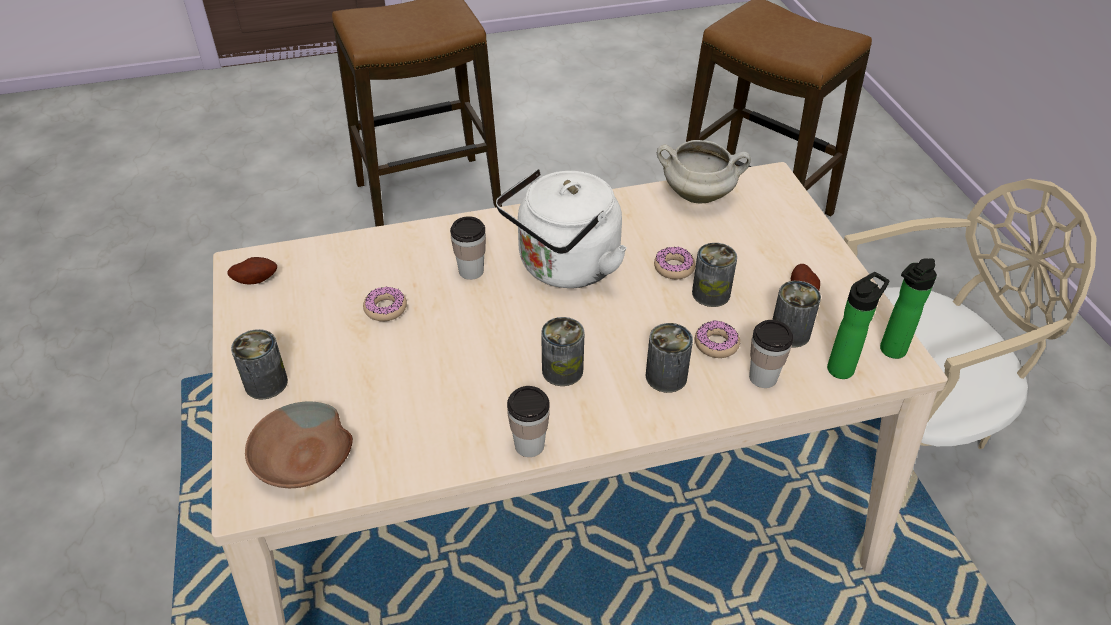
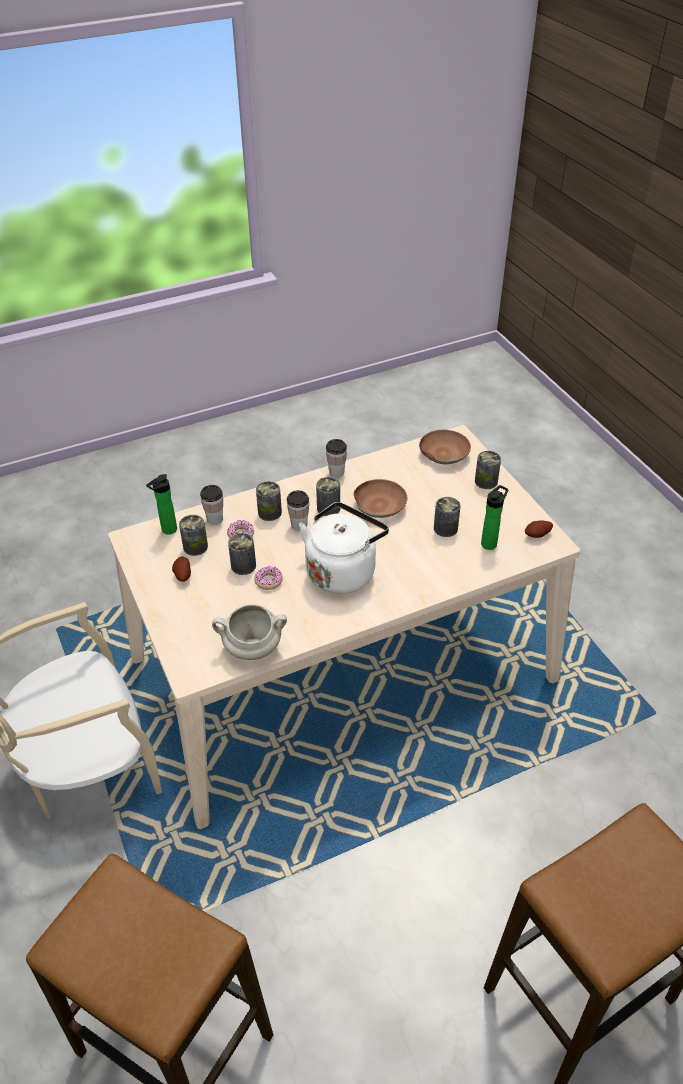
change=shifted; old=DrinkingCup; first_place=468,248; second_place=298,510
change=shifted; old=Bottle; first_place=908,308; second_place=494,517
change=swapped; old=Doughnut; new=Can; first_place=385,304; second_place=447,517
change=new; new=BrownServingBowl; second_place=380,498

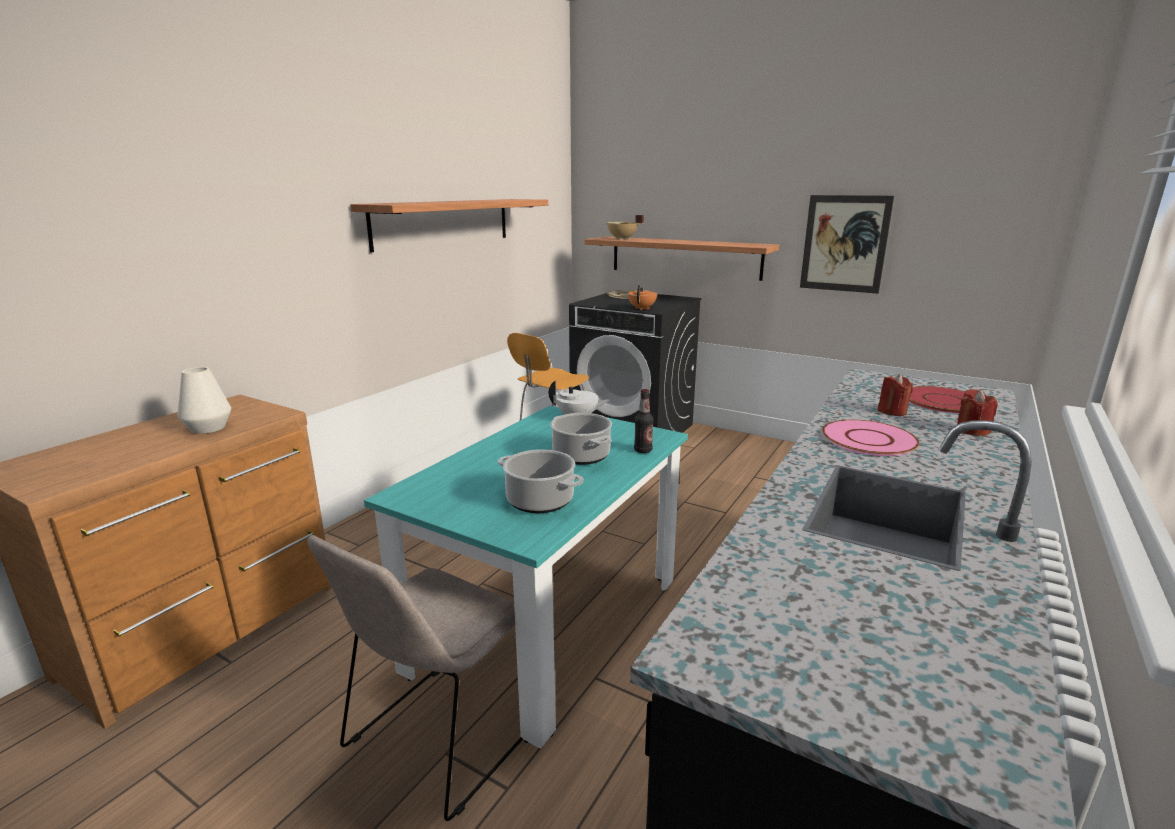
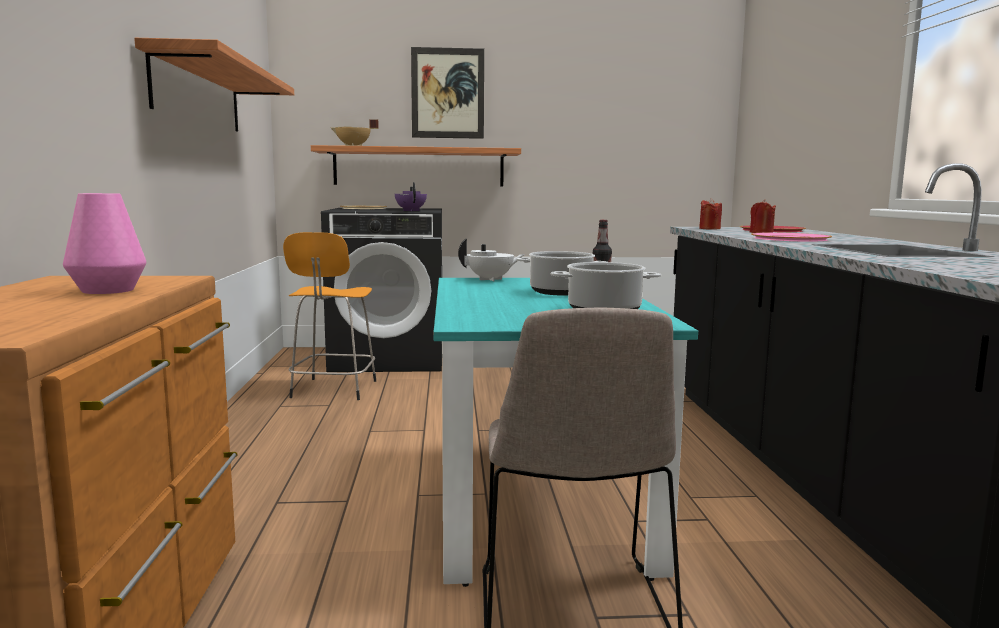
change=shifted; old=WallArt; first_place=847,244; second_place=447,93
change=repainted; old=OrangeTeaPot; new=PurpleColouredTeaPot; first_place=642,297; second_place=411,196
change=repainted; old=WhitishFlowerVase; new=PinkColouredFlowerVase; first_place=204,400; second_place=104,243
change=shifted; old=RedColouredWaxCandle; first_place=977,412; second_place=710,214

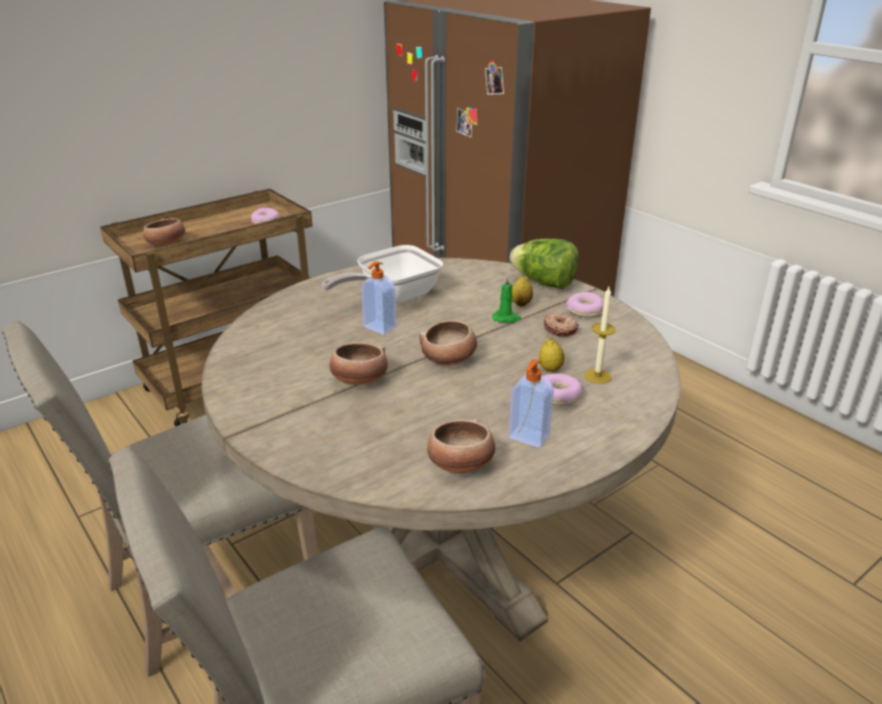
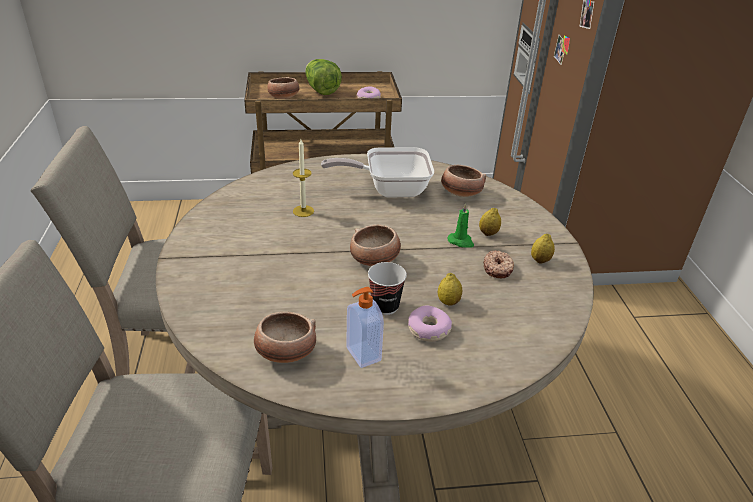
change=shifted; old=Lettuce; first_place=544,264; second_place=323,77
change=gone; old=SoapBottle; first_place=379,298
change=shifted; old=WaxCandle; first_place=600,335; second_place=303,178
change=swapped; old=Doughnut; new=WholeLemon; first_place=585,304; second_place=543,249
change=shifted; old=ServingBowl; first_place=358,363; second_place=463,181
change=new; new=DrinkingCup; second_place=387,288

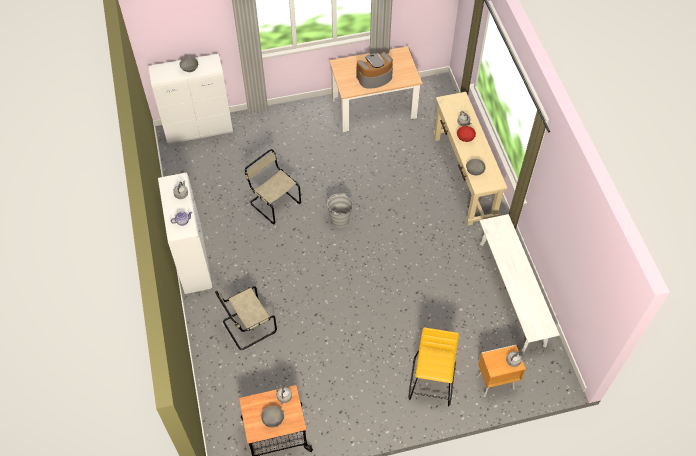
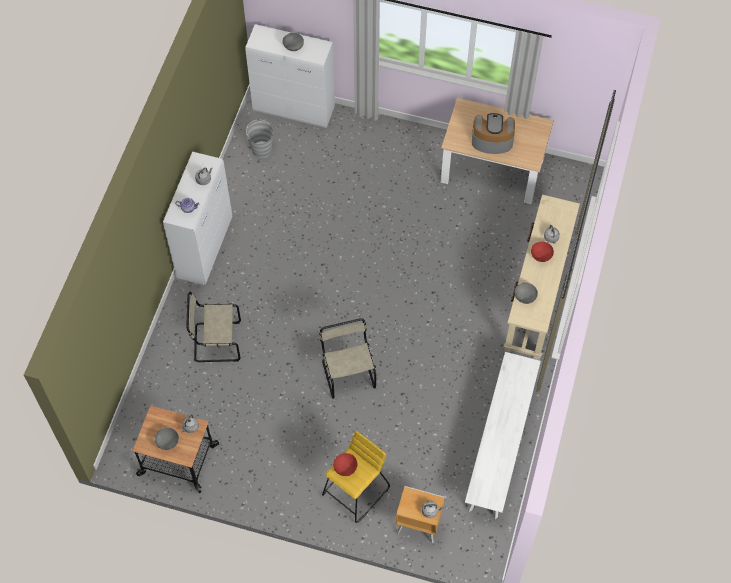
change=shifted; old=BeigeColouredPlainChair; first_place=273,187; second_place=347,358
change=shifted; old=GreyishBucket; first_place=339,210; second_place=260,139
change=new; new=RedColouredServingBowl; second_place=345,464

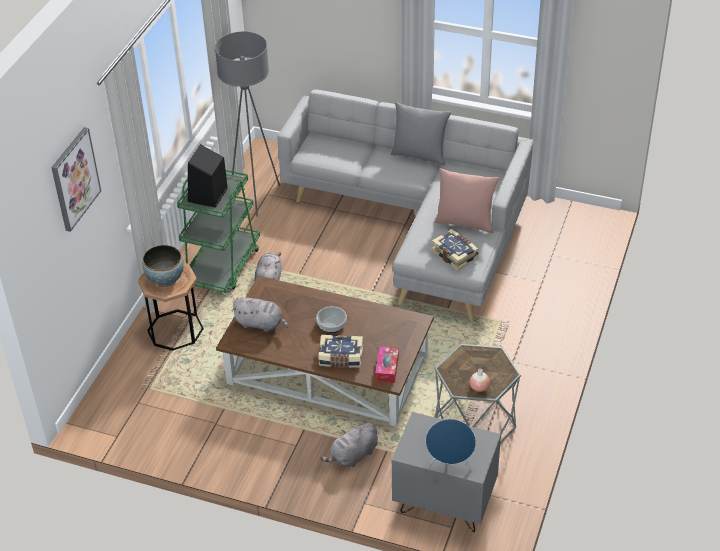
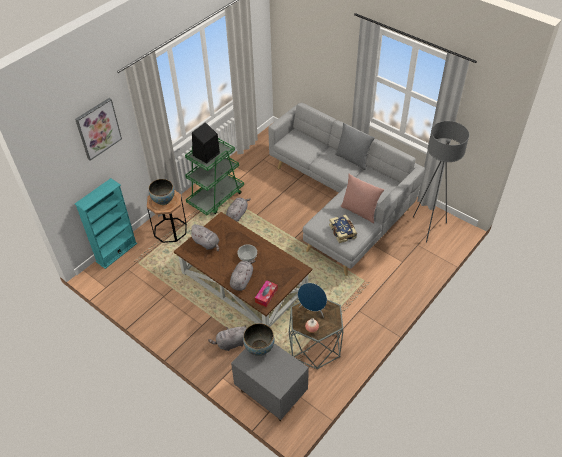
change=shifted; old=GreyishStandardLamp; first_place=247,124; second_place=441,182
change=swapped; old=BoundBook; new=GreyishCuddlyToy; first_place=340,351; second_place=242,275
change=shifted; old=BlueColouredLoudspeaker; first_place=451,445; second_place=312,300
change=new; new=BlueGreenShelvingUnit; second_place=106,223
change=new; new=ServingBowl; second_place=259,339

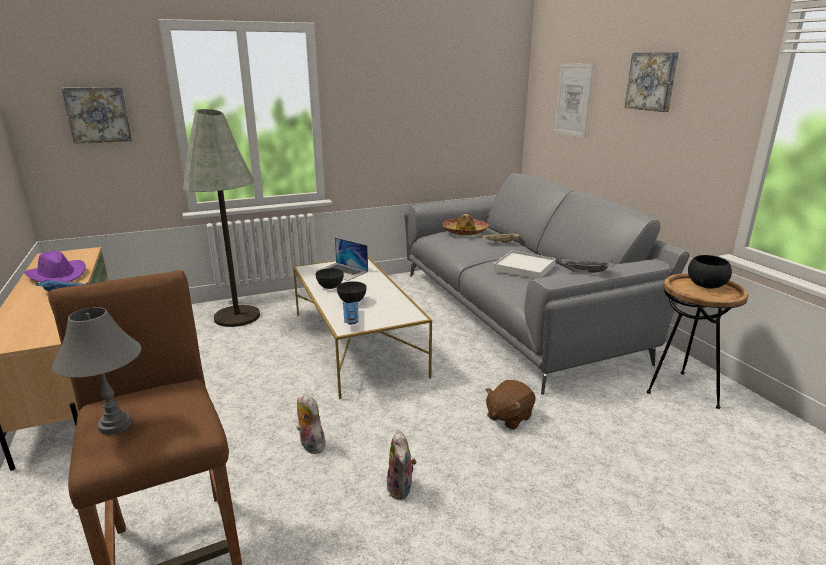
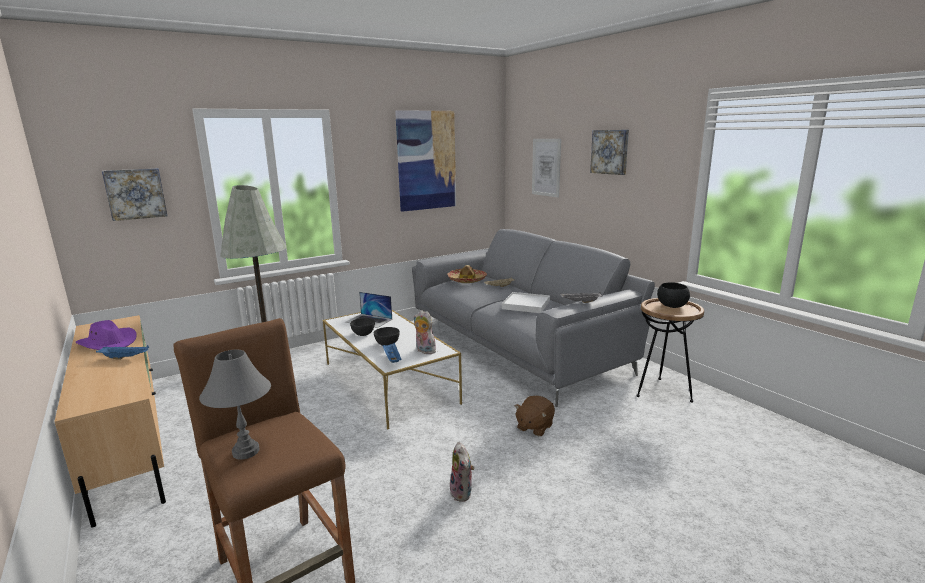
change=shifted; old=CuddlyToy; first_place=310,424; second_place=425,332
change=new; new=WallArt; second_place=425,161

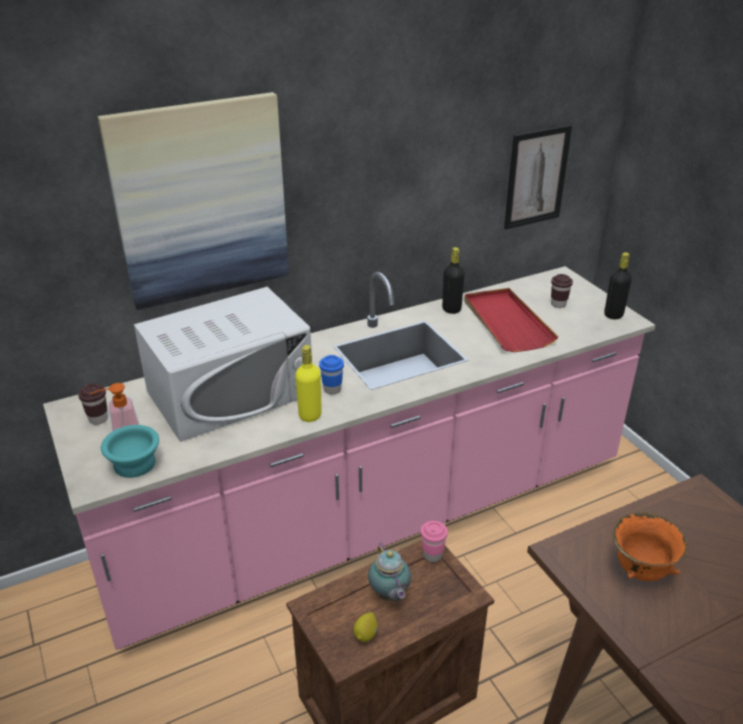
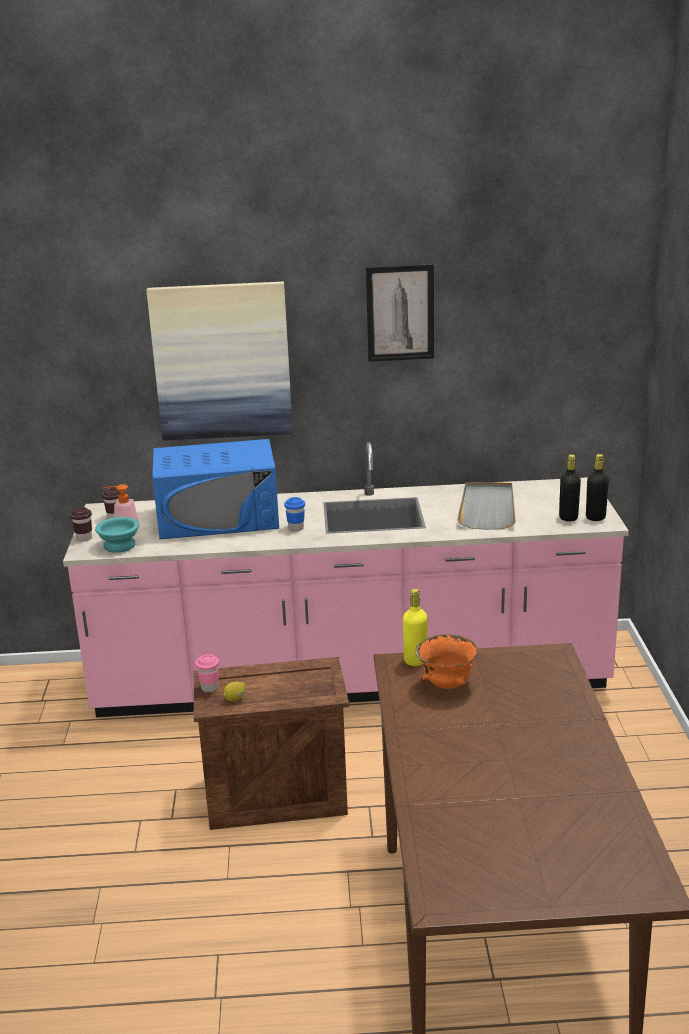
change=shifted; old=WallArt; first_place=538,177; second_place=400,313
change=shifted; old=BlackColouredBottle; first_place=453,280; second_place=570,487
change=shifted; old=BrownDrinkingCup; first_place=562,291; second_place=81,524
change=repainted; old=WhitishKitchenMicrowave; new=BlueColouredKitchenMicrowave; first_place=222,364; second_place=215,489
change=repainted; old=RedColouredTray; new=GreyishTray; first_place=511,320; second_place=486,506
change=shifted; old=YellowBottle; first_place=308,383; second_place=415,627
change=shifted; old=PinkColouredDrinkingCup; first_place=434,541; second_place=207,673
change=gone; old=TeaPot; first_place=389,571

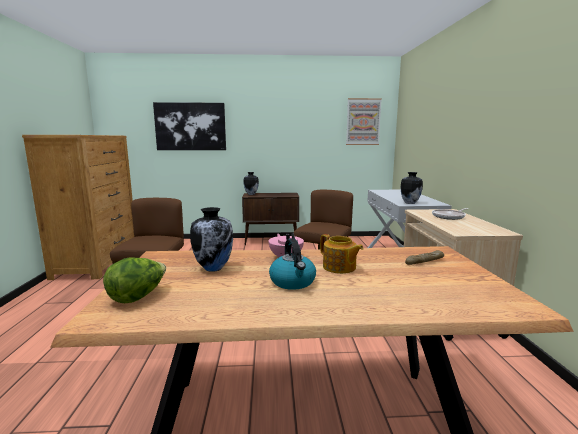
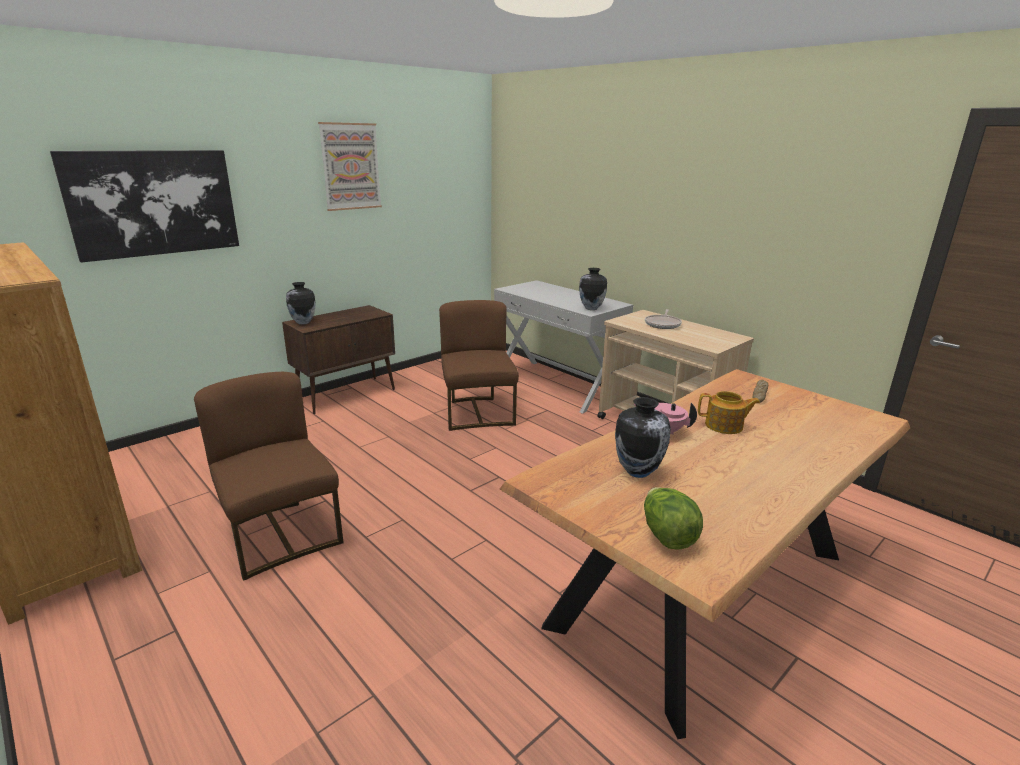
change=shifted; old=WallArt; first_place=364,121; second_place=350,166
change=gone; old=WaterKettle; first_place=292,264

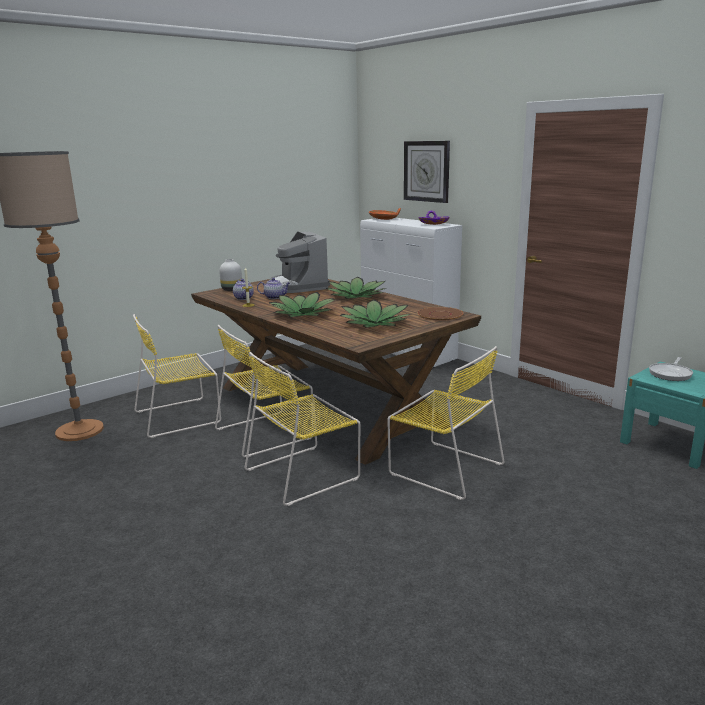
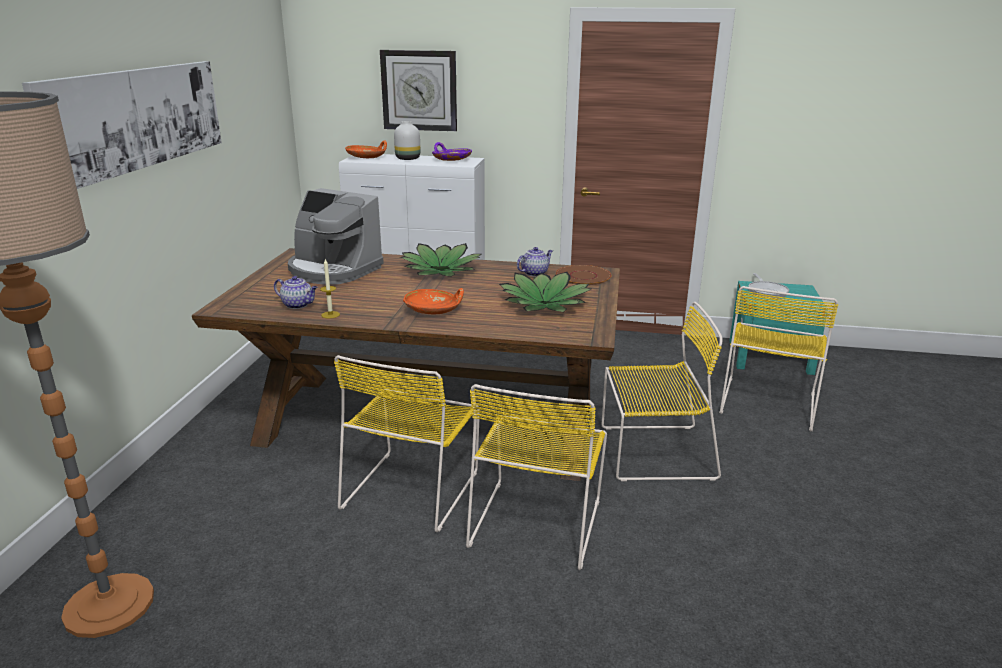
change=shifted; old=WhitishFlowerVase; first_place=230,275; second_place=407,140
change=shifted; old=TeaPot; first_place=273,288; second_place=535,261
change=swapped; old=PlantInAPot; new=OrangeServingBowl; first_place=302,304; second_place=433,301
change=shifted; old=YellowPlainChair; first_place=177,376; second_place=778,358
change=new; new=WallArt; second_place=122,125

